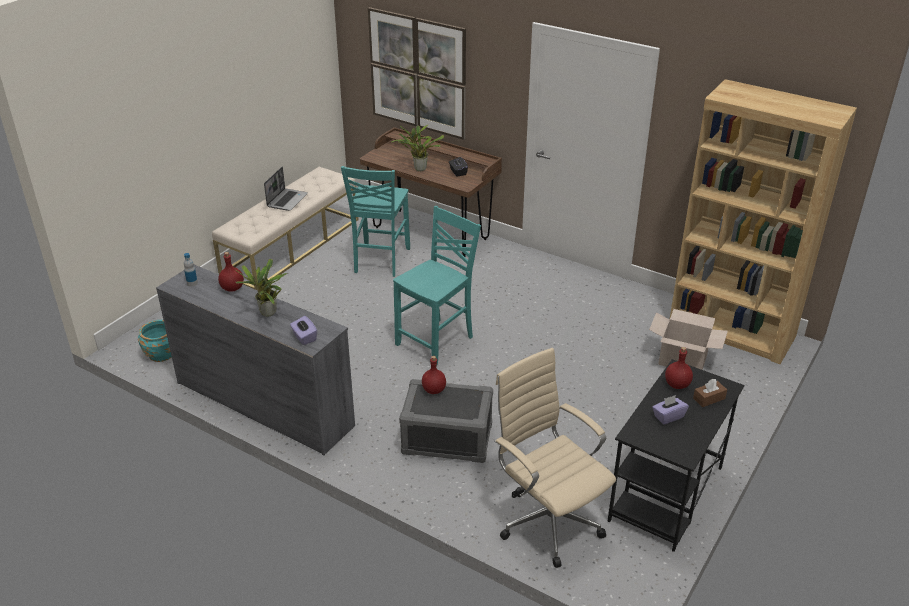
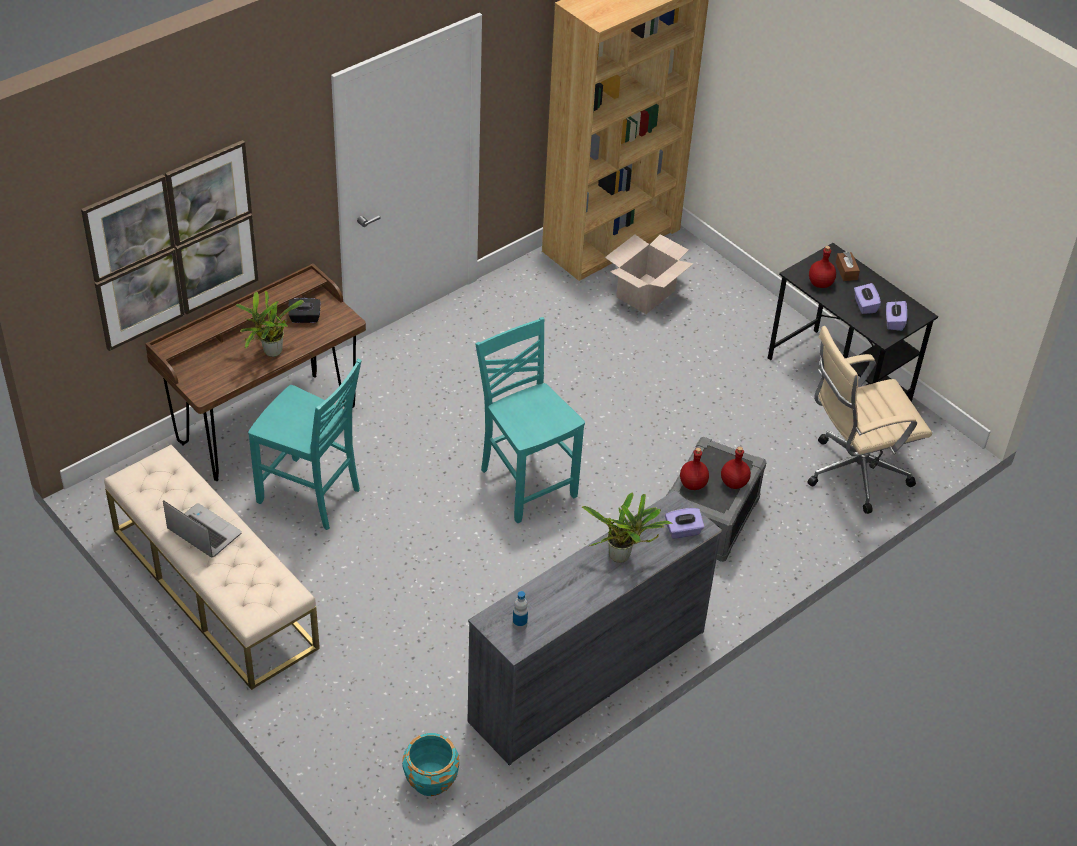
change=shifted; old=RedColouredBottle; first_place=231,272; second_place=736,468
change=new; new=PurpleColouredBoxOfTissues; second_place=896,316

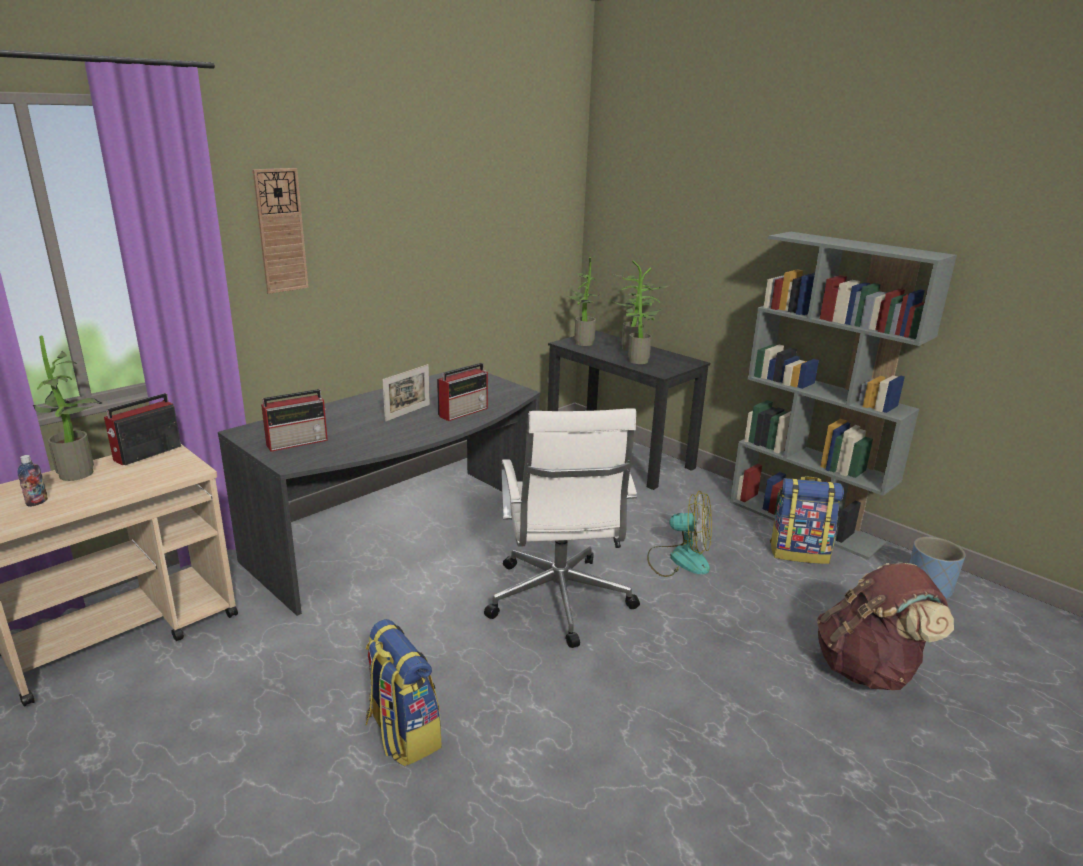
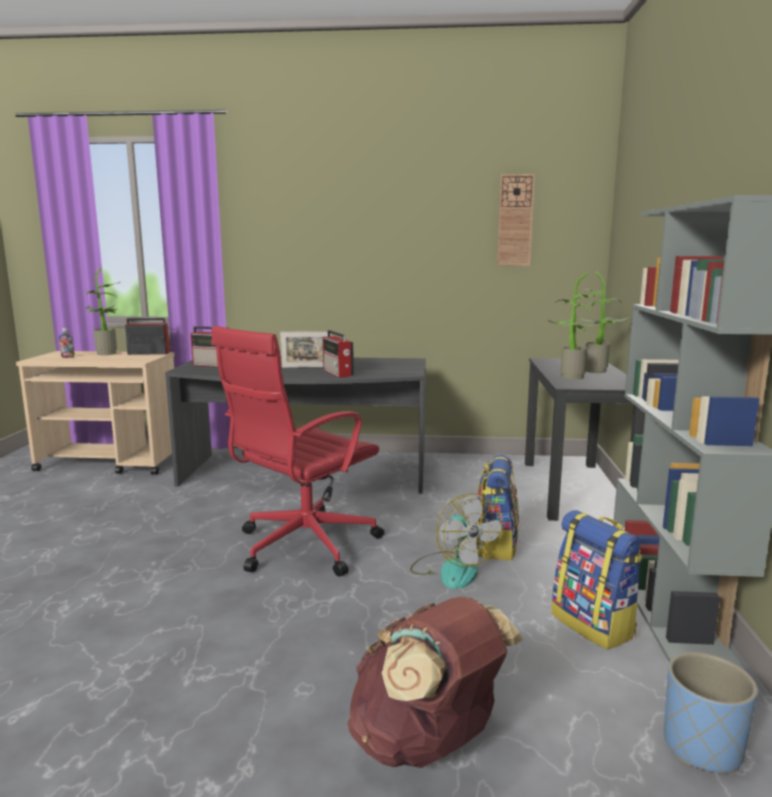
change=shifted; old=WallClock; first_place=281,231; second_place=516,220
change=gone; old=PlantInAPot; first_place=582,301
change=rotated; old=RadioSet; first_place=462,392; second_place=338,354; degrees=60
change=repainted; old=WhitishOfficeChair; new=RedColouredOfficeChair; first_place=562,528; second_place=297,451
change=shifted; old=Knapsack; first_place=404,692; second_place=497,508

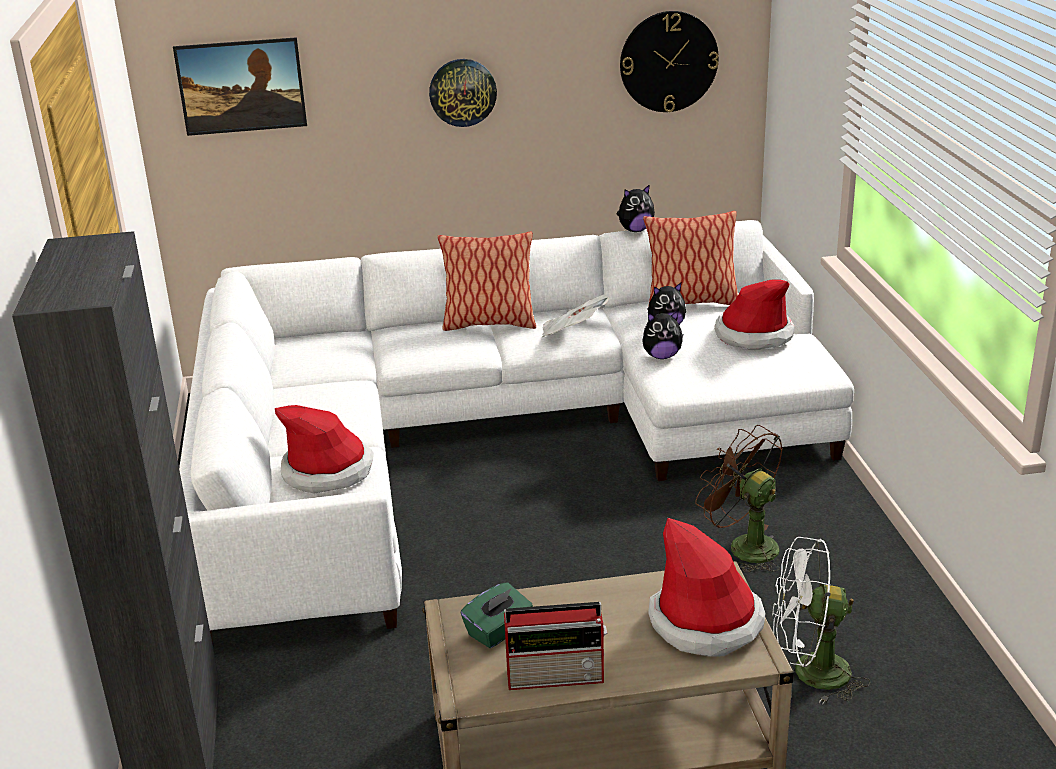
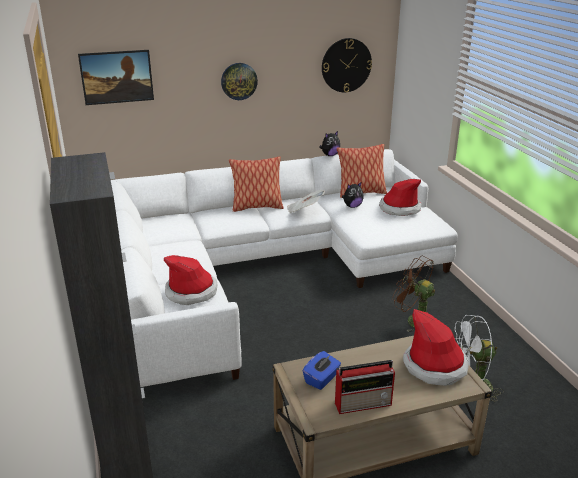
change=gone; old=CuddlyToy; first_place=662,335
change=repainted; old=GreenishBoxOfTissues; new=BlueColouredBoxOfTissues; first_place=496,615; second_place=322,370

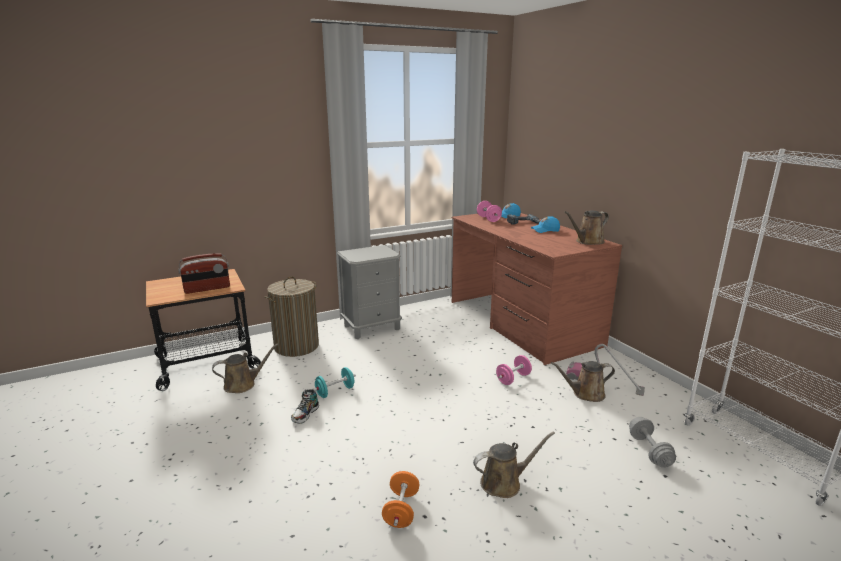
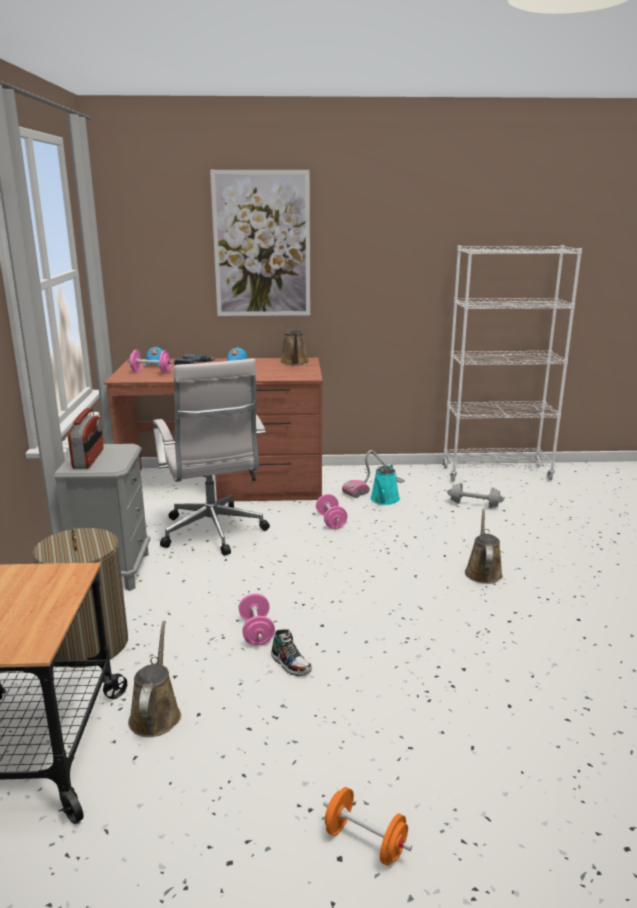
change=shifted; old=RadioSet; first_place=204,273; second_place=86,438
change=repainted; old=BrownWateringCan; new=BlueGreenWateringCan; first_place=583,381; second_place=385,484
change=repainted; old=BlueGreenHandWeight; new=PinkColouredHandWeight; first_place=334,382; second_place=257,619
change=shifted; old=OrangeHandWeight; first_place=401,499; second_place=367,826
change=new; new=WallArt; second_place=260,243
change=new; new=WhitishOfficeChair; second_place=211,457

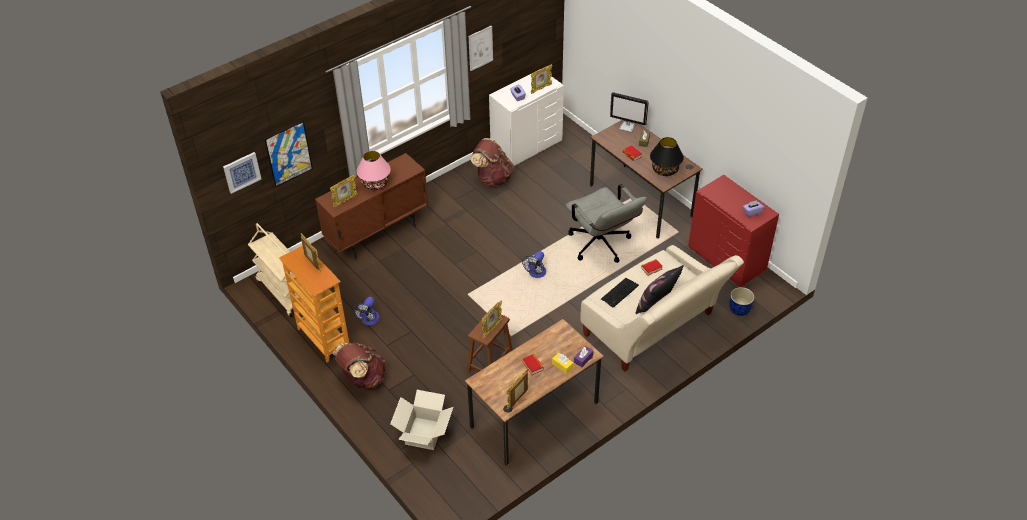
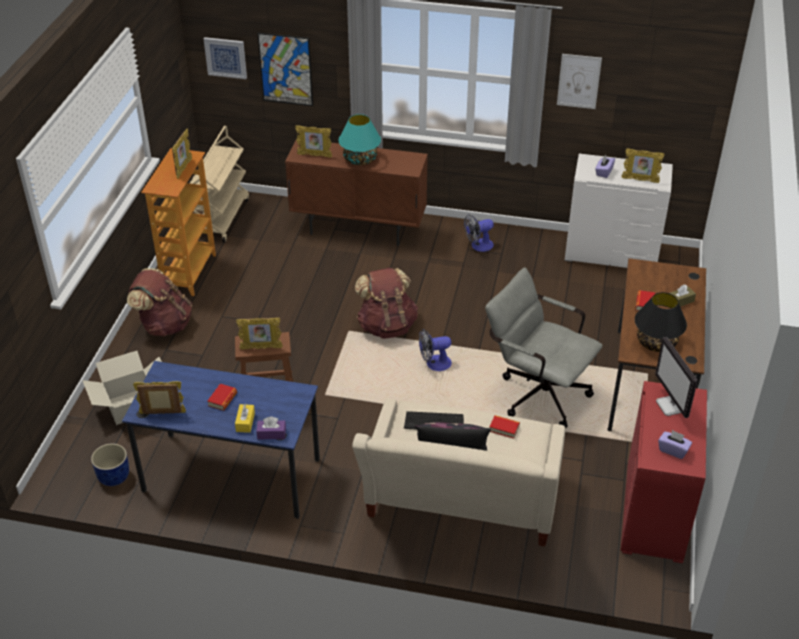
change=shifted; old=ComputerDisplay; first_place=629,112; second_place=676,377
change=shifted; old=BrownKnapsack; first_place=492,162; second_place=386,303
change=repainted; old=PinkColouredTabletopLamp; new=BlueGreenTabletopLamp; first_place=374,170; second_place=360,139
change=rotated; old=GreyishOfficeChair; first_place=606,223; second_place=544,348; degrees=105
change=shifted; old=BlueColouredPlantPot; first_place=741,301; second_place=110,465
change=shifted; old=Fan; first_place=365,311; second_place=479,233
change=repainted; old=BrownDeskTable; new=BlueColouredDeskTable; first_place=534,392; second_place=221,440

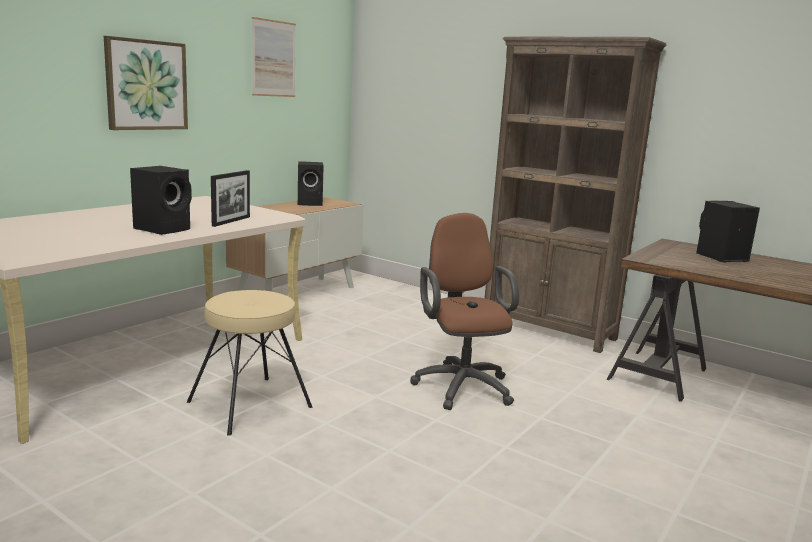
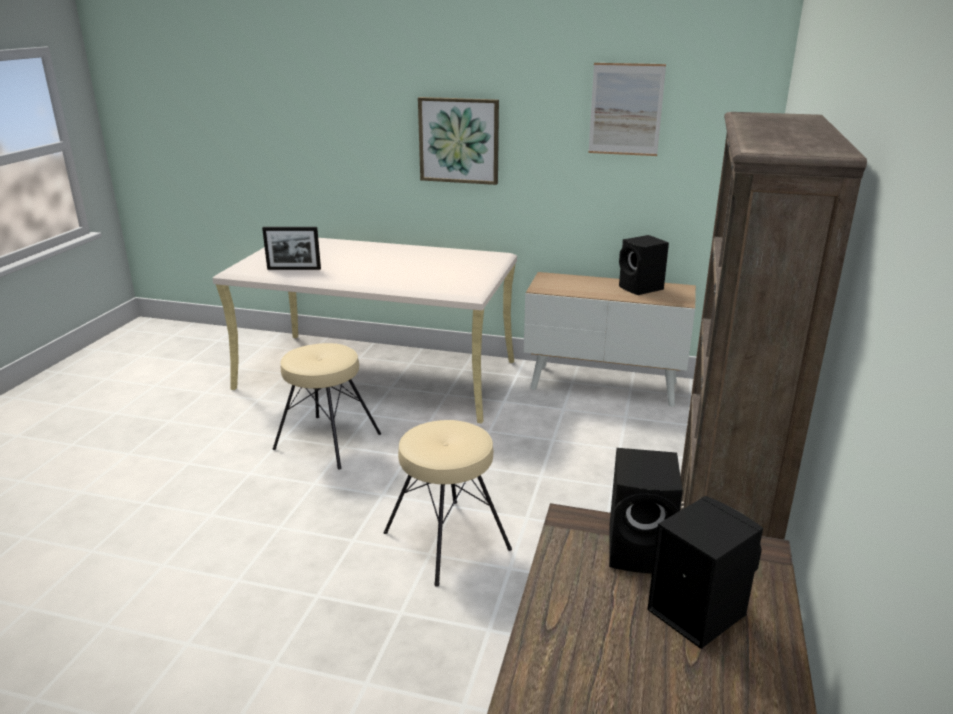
change=shifted; old=BlackColouredLoudspeaker; first_place=161,200; second_place=646,511
change=shifted; old=PictureFrame; first_place=230,198; second_place=291,248
change=swapped; old=BrownOfficeChair; new=BeigeColouredStool; first_place=464,311; second_place=448,503

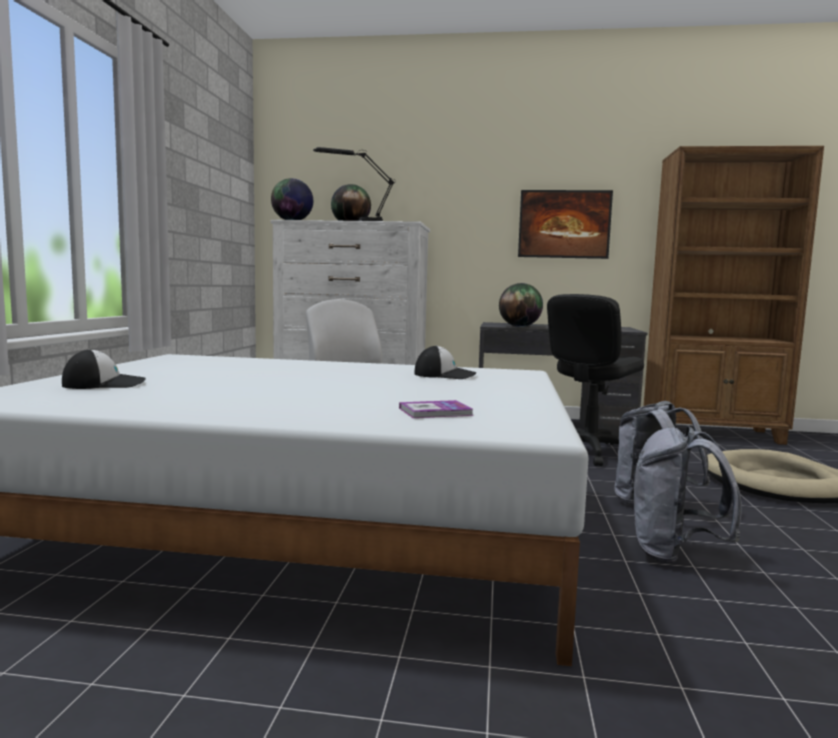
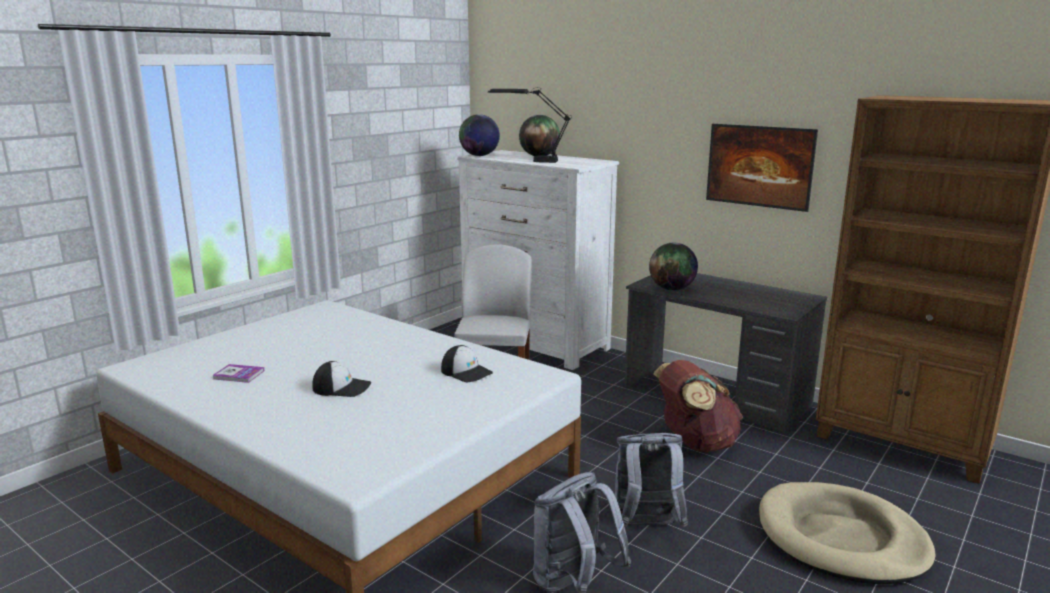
change=swapped; old=BlackColouredOfficeChair; new=BrownKnapsack; first_place=595,380; second_place=698,406
change=shifted; old=Cap; first_place=104,369; second_place=341,379
change=shifted; old=BoundBook; first_place=436,409; second_place=238,373

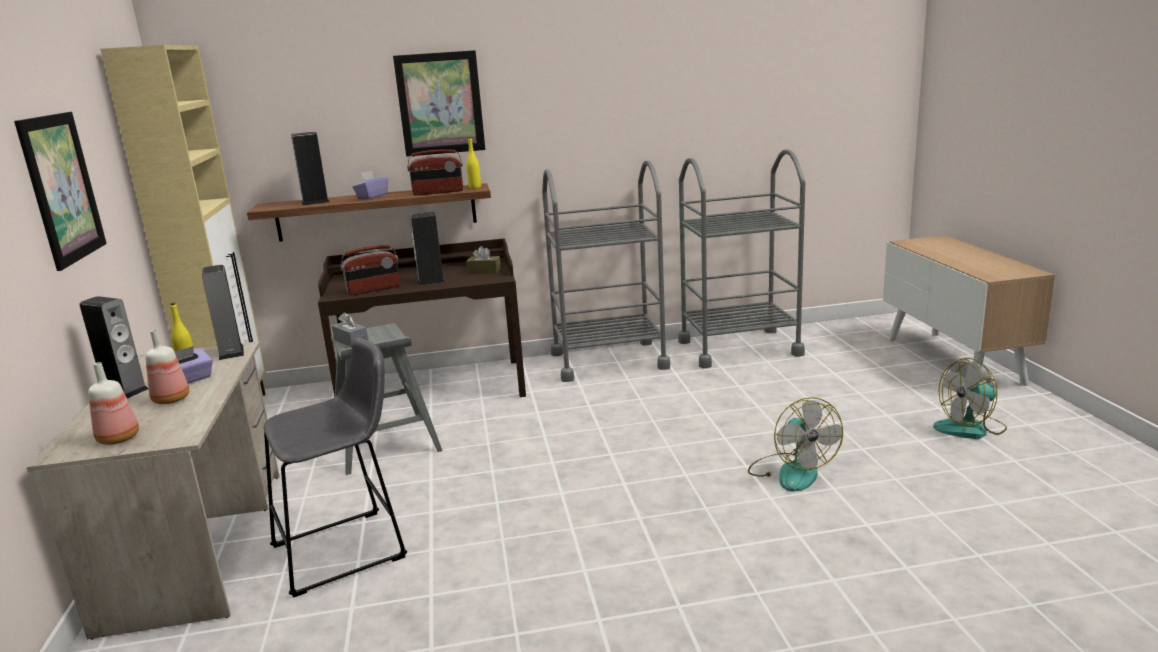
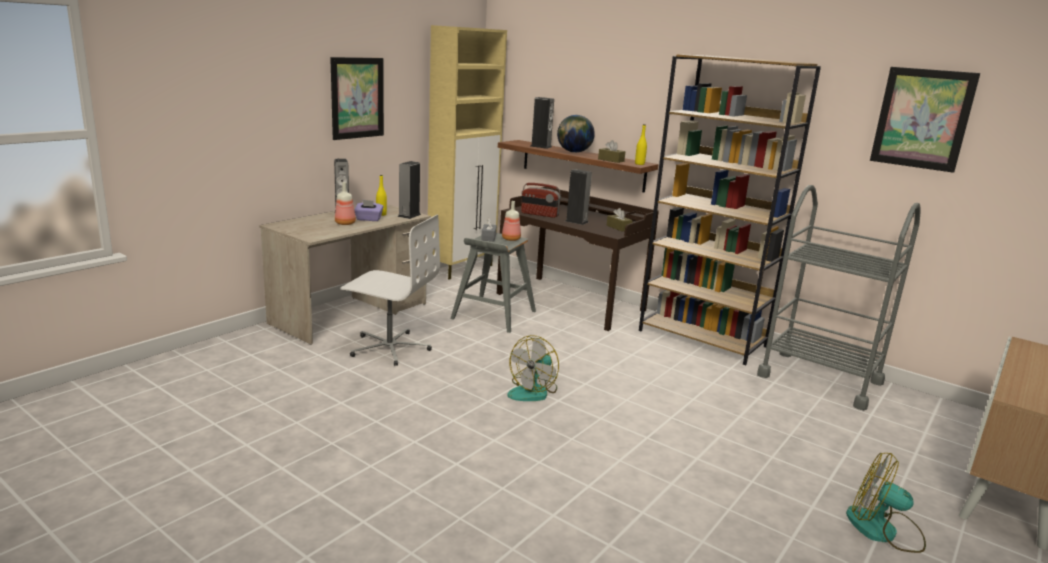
change=shifted; old=WallArt; first_place=439,103; second_place=925,120
change=swapped; old=RadioSet; new=BrownBoxOfTissues; first_place=435,172; second_place=611,151
change=swapped; old=GreyishWheeledCart; new=BrownShelvingUnit; first_place=606,271; second_place=730,209
change=swapped; old=PurpleColouredBoxOfTissues; new=DeskGlobe; first_place=370,185; second_place=576,134
change=swapped; old=GreyishStool; new=WhitishOfficeChair; first_place=335,468; second_place=390,290
change=shifted; old=Bottle; first_place=113,403; second_place=511,221
change=shifted; old=Fan; first_place=795,444; second_place=533,368

